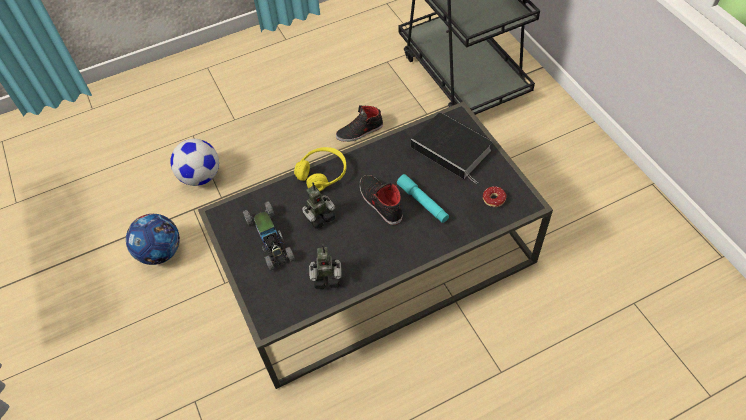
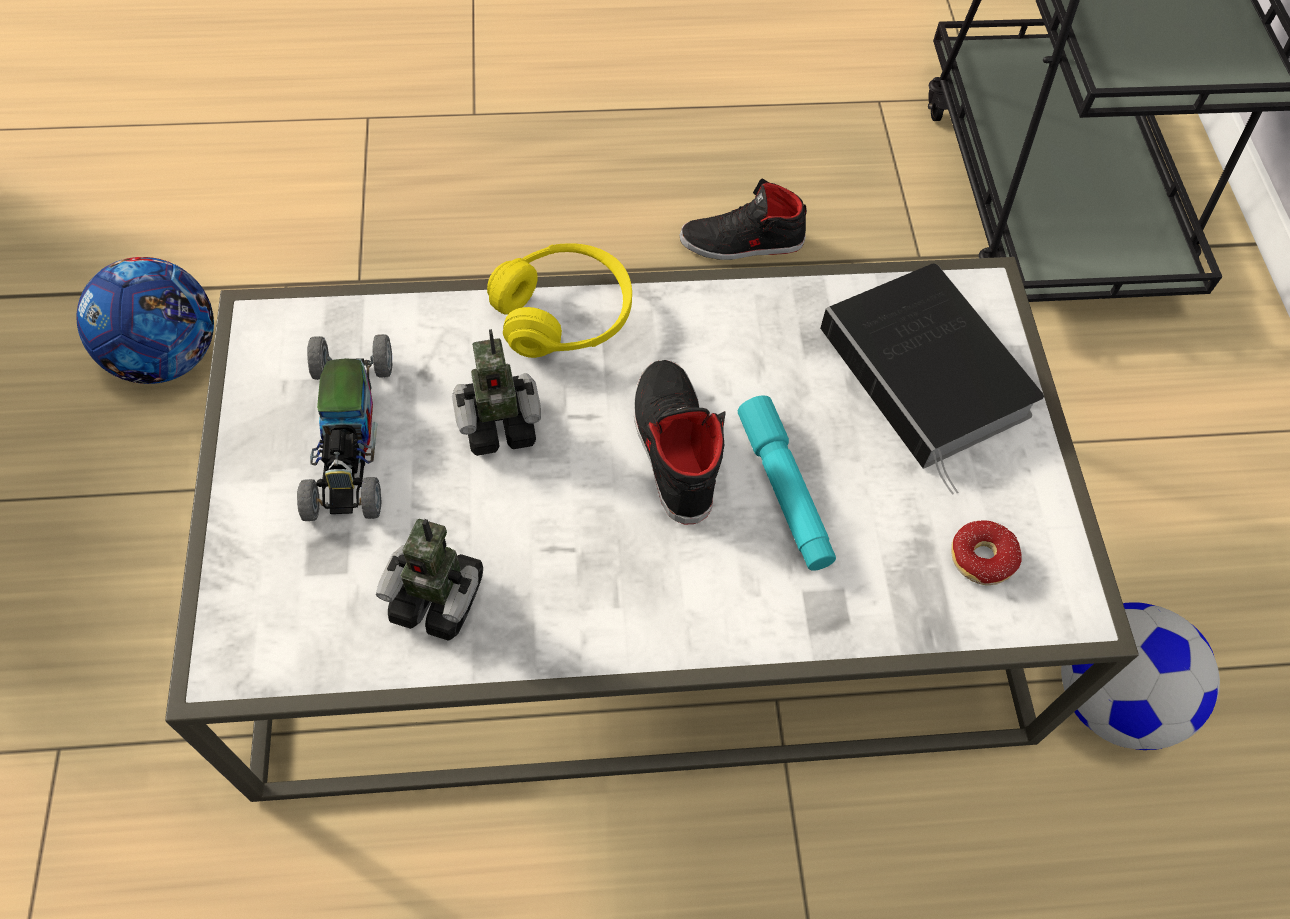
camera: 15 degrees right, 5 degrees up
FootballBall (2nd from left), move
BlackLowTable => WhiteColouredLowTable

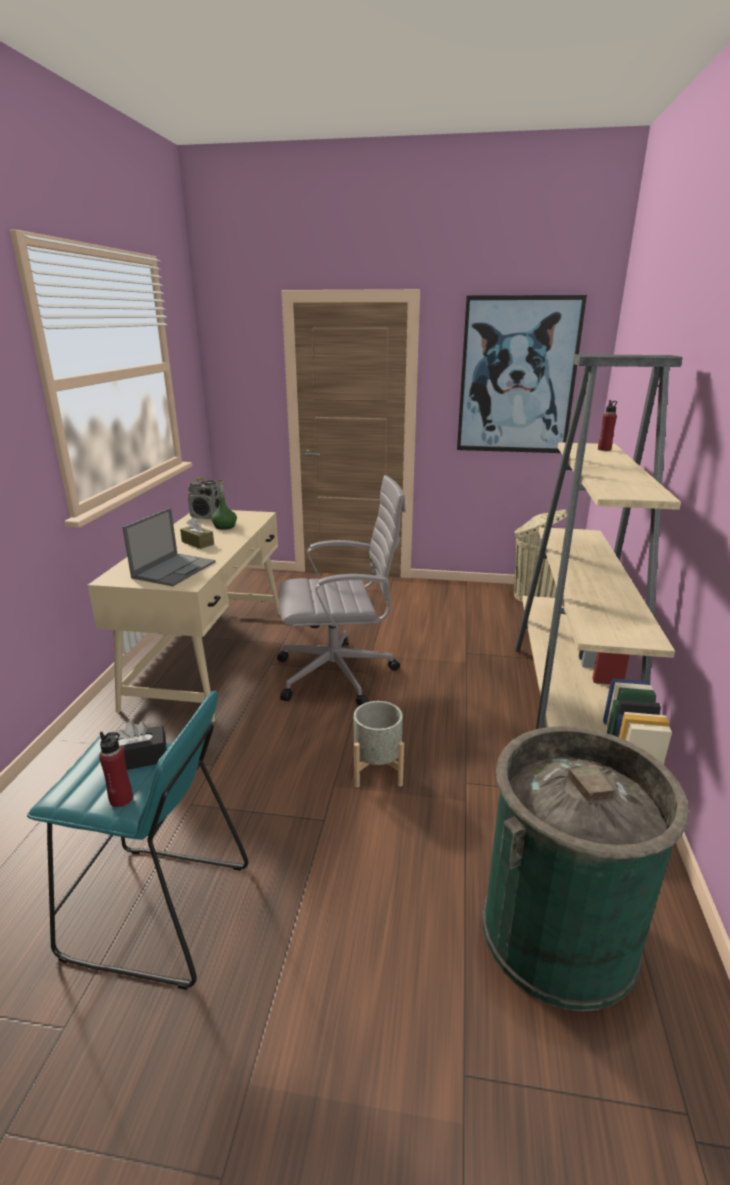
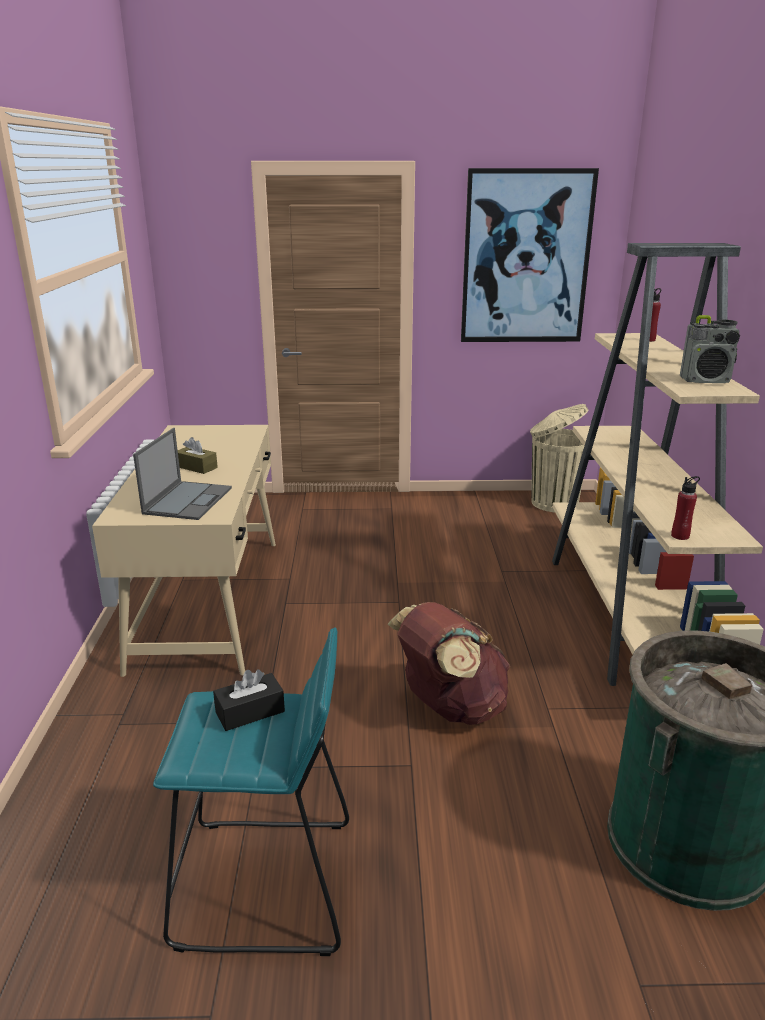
camera: 10 degrees left, 0 degrees up
GreenColouredBeverageBottle => nothing
GreyishComputerChair => nothing
ReddishBeverageBottle (1st from left in the first image) => ReddishBeverageBottle (2nd from left), move
RadioSet, move
GreyishFlowerPot => BrownKnapsack

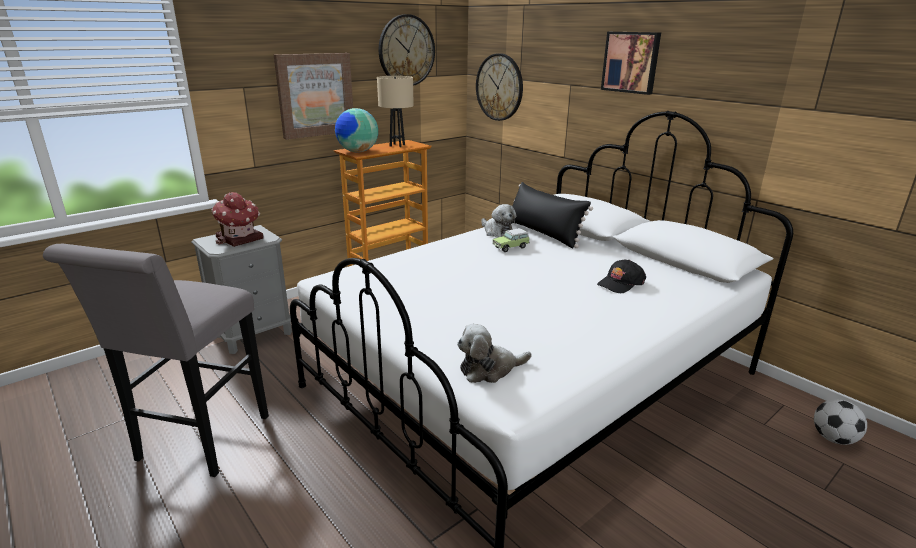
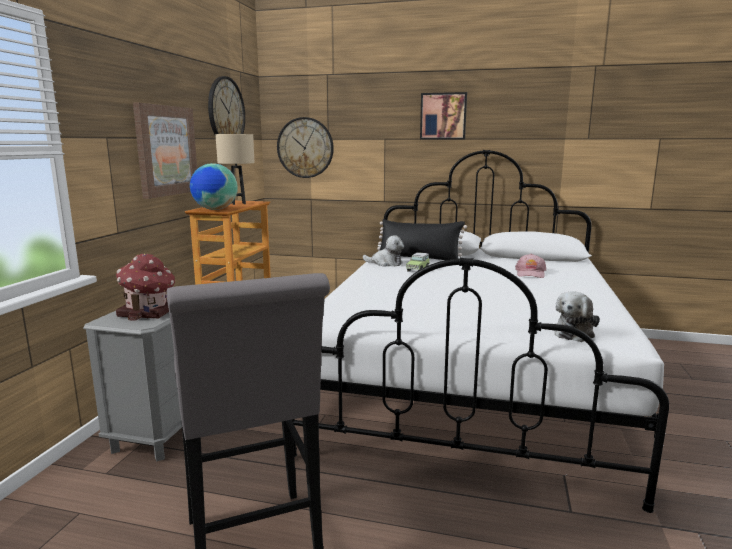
camera: 35 degrees left, 10 degrees down
FootballBall => nothing
BlackCap => PinkCap

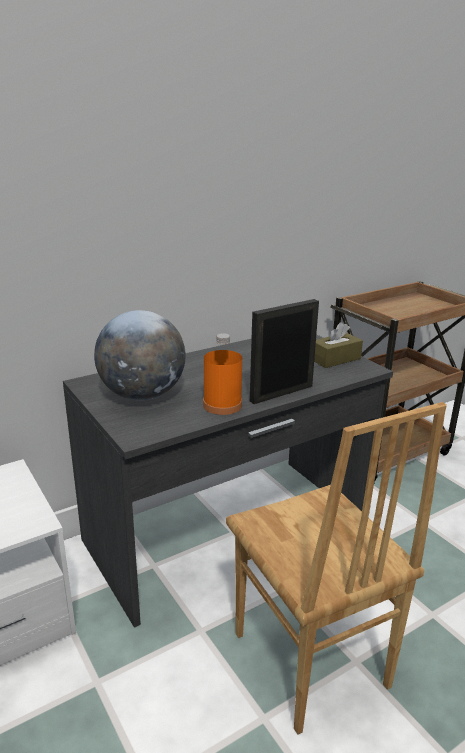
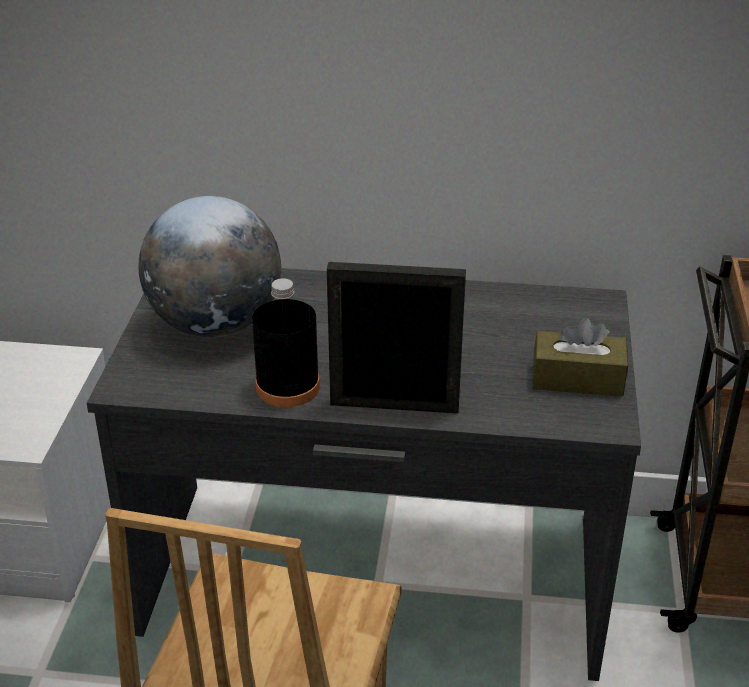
camera: 40 degrees right, 10 degrees up
OrangeyBeverageBottle => BlackBeverageBottle

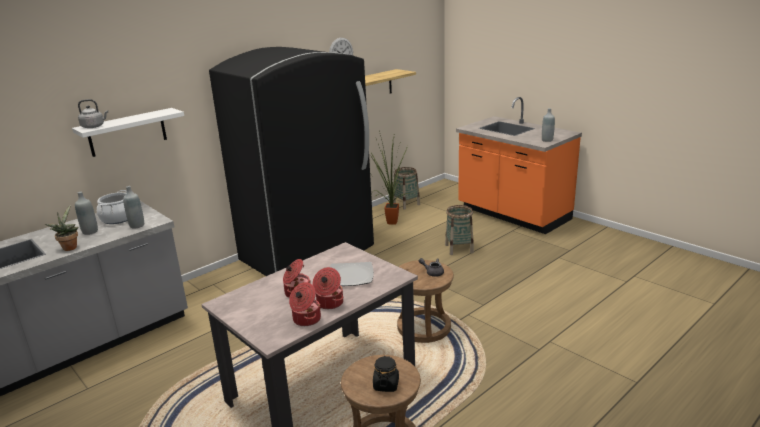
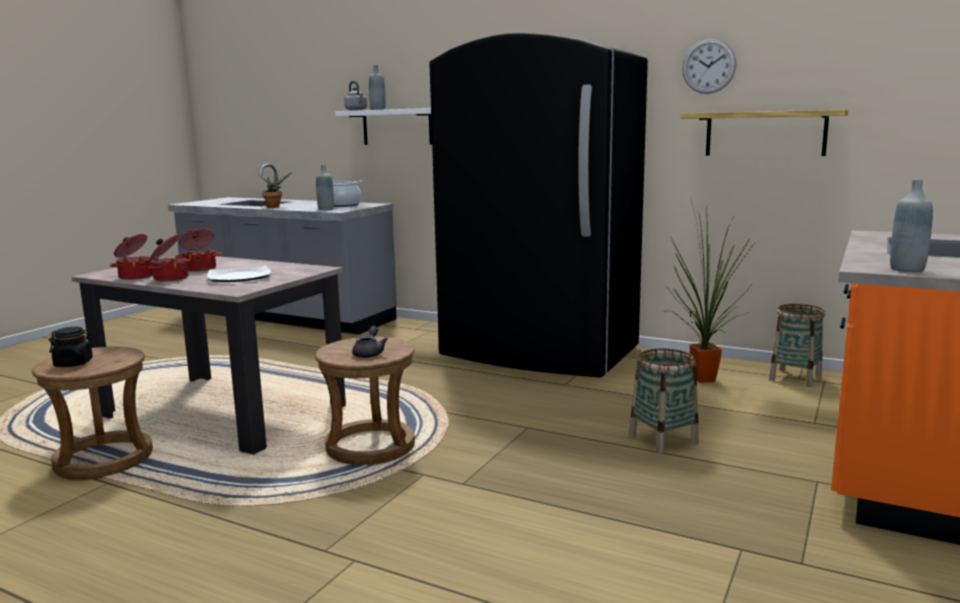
camera: 70 degrees right, 10 degrees down
GreyishBeverageBottle (1st from left in the first image) => GreyishBeverageBottle (2nd from left), move

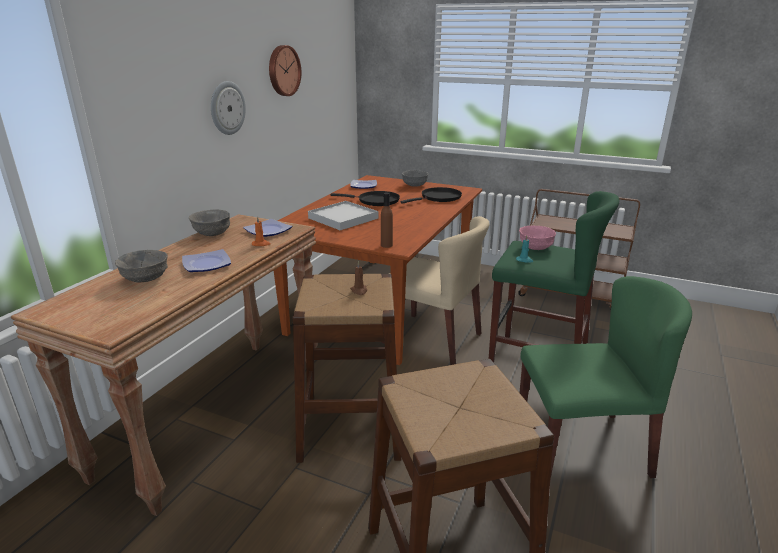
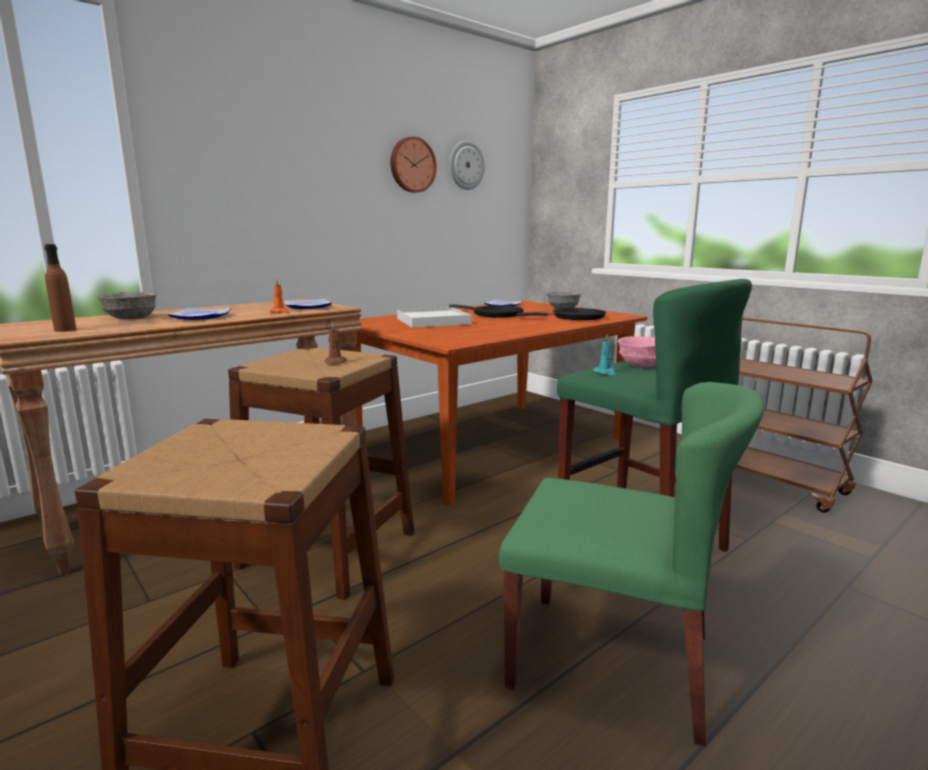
camera: 25 degrees right, 10 degrees down
GreyishDeepDish (2nd from left) => nothing
BeigeUprightChair => nothing
WallClock (1st from left in the first image) => WallClock (2nd from left), move
BrownBeverageBottle, move

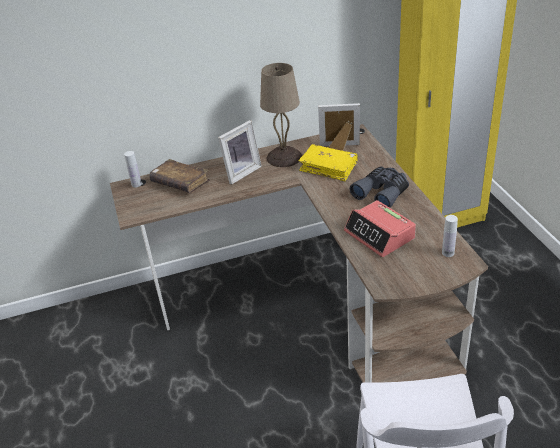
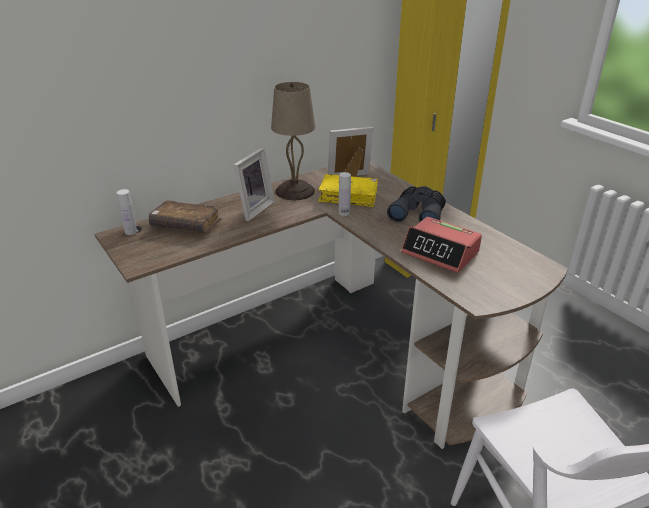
camera: 20 degrees left, 5 degrees down
WhiteColouredBeverageBottle (2nd from left), move

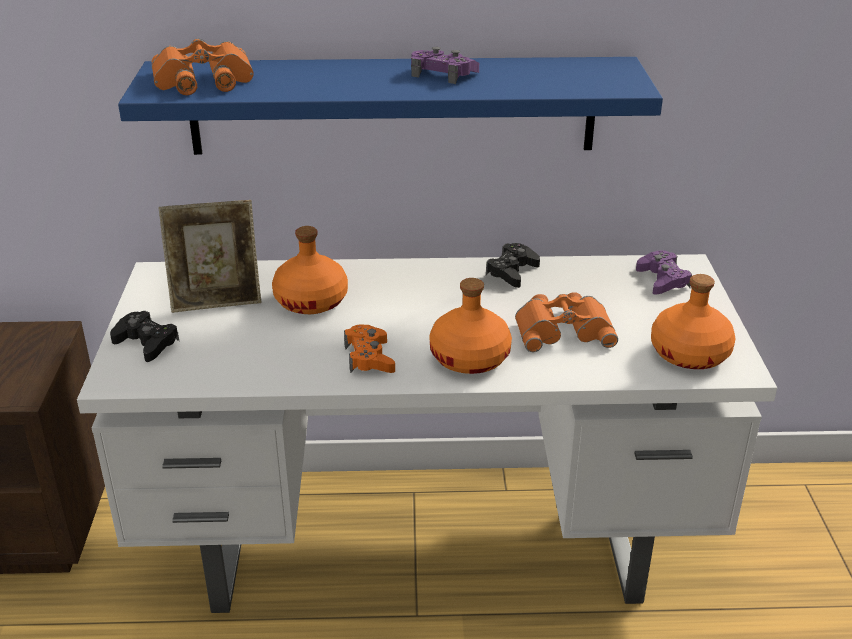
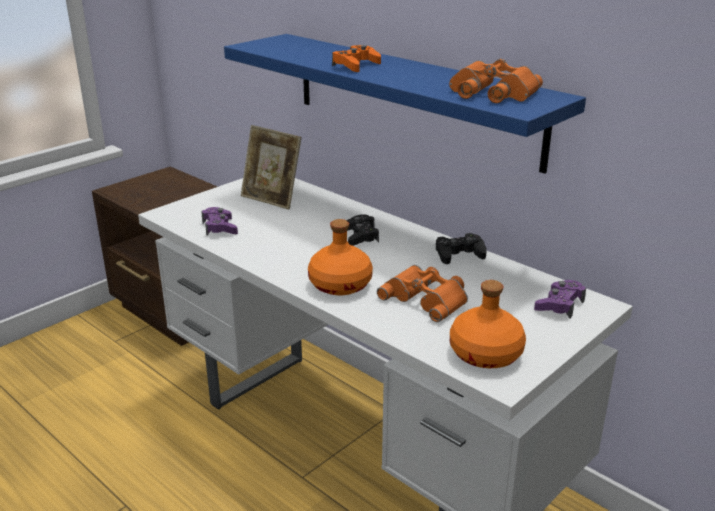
camera: 45 degrees right, 5 degrees down
OrangeyBeverageBottle (1st from left) => nothing
BlackGameController (1st from left), move
OrangeyPairOfBinoculars (1st from left in the first image) => OrangeyPairOfBinoculars (2nd from left), move
OrangeyGameController, move
PurplishGameController (1st from left), move

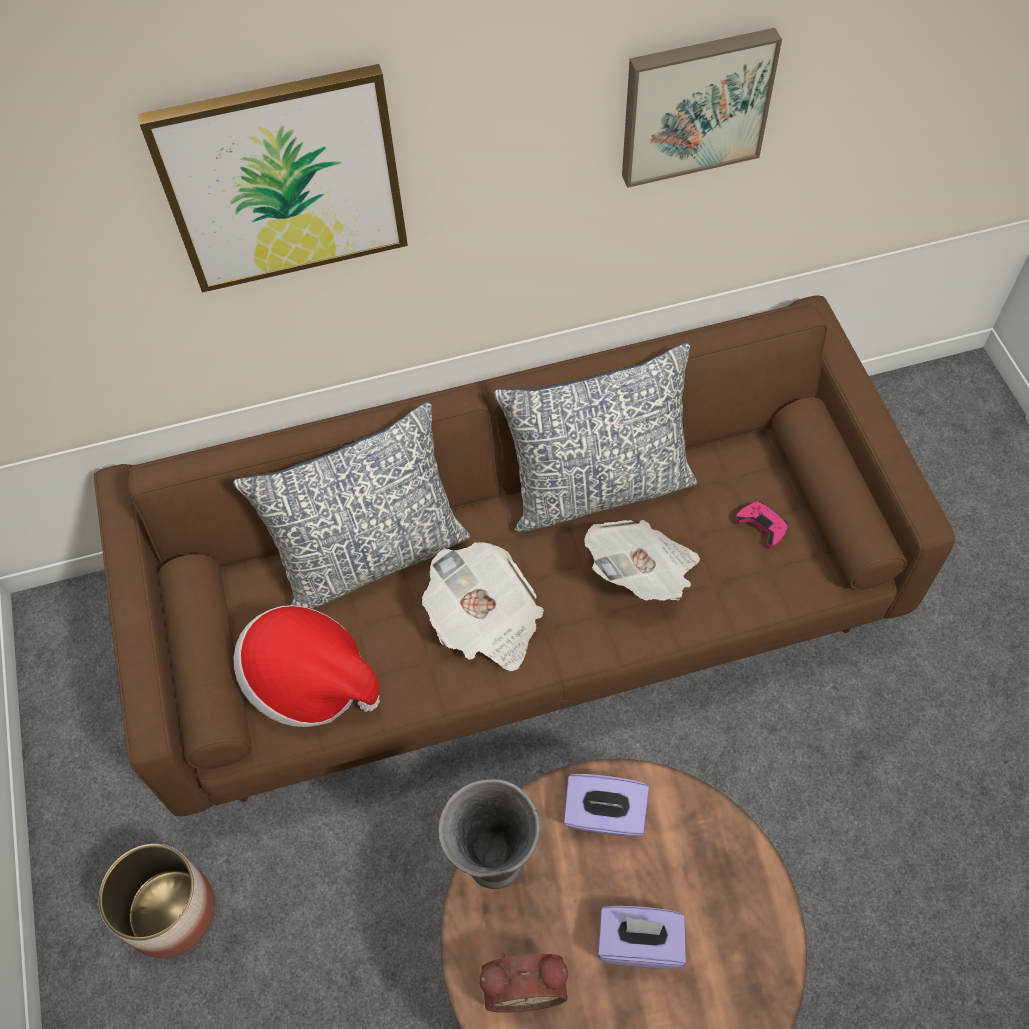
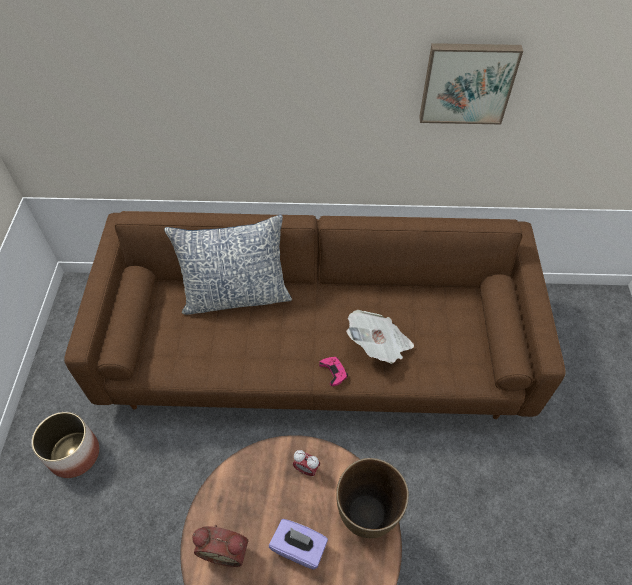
camera: 15 degrees right, 5 degrees down
Picture (1st from left) => nothing
WearableHat => nothing
Newspaper (1st from left) => nothing
GreyishFlowerVase => nothing
Cushion (2nd from left) => nothing
nothing => BrownFlowerVase
PinkGameController, move
PurplishTissueHolder (1st from left) => TableClock (2nd from left)

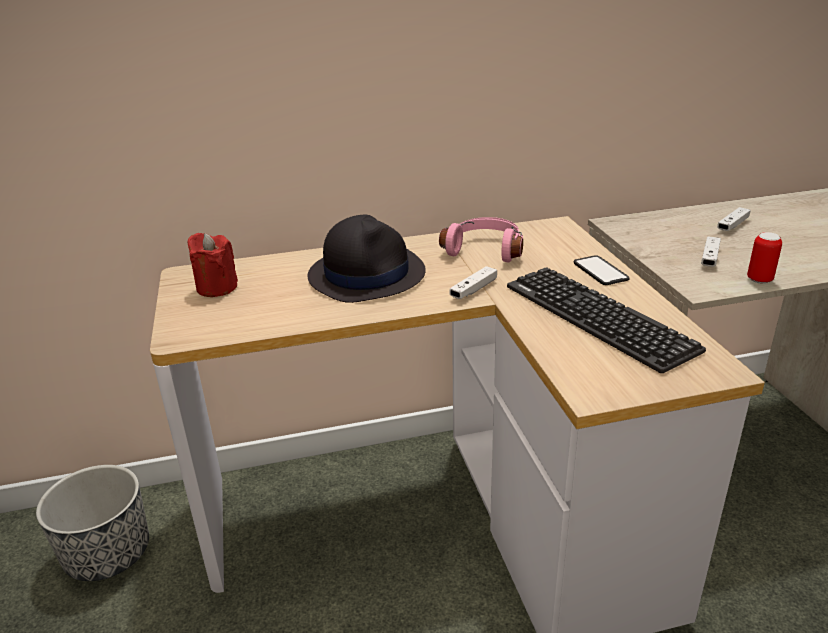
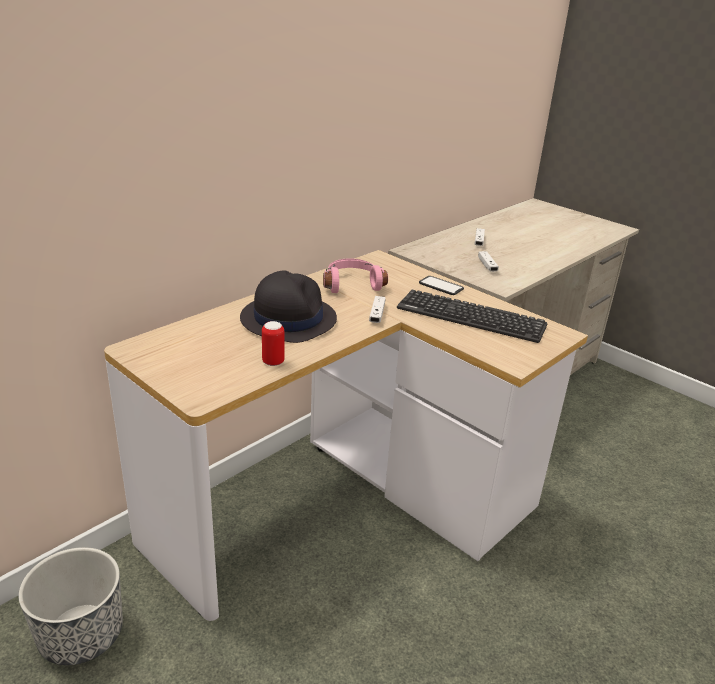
camera: 35 degrees left, 0 degrees up
ReddishWaxCandle => nothing
MetalCan, move

